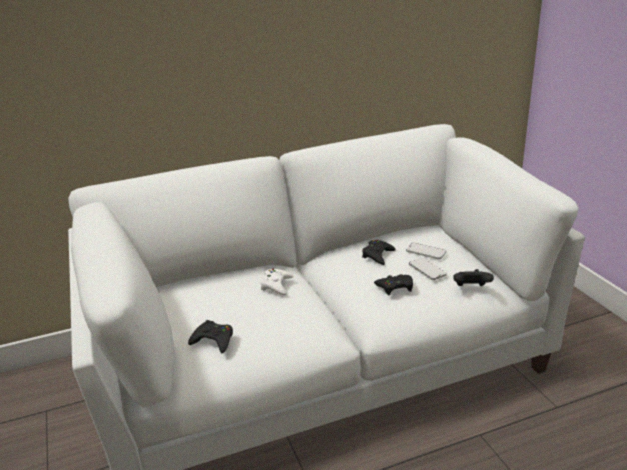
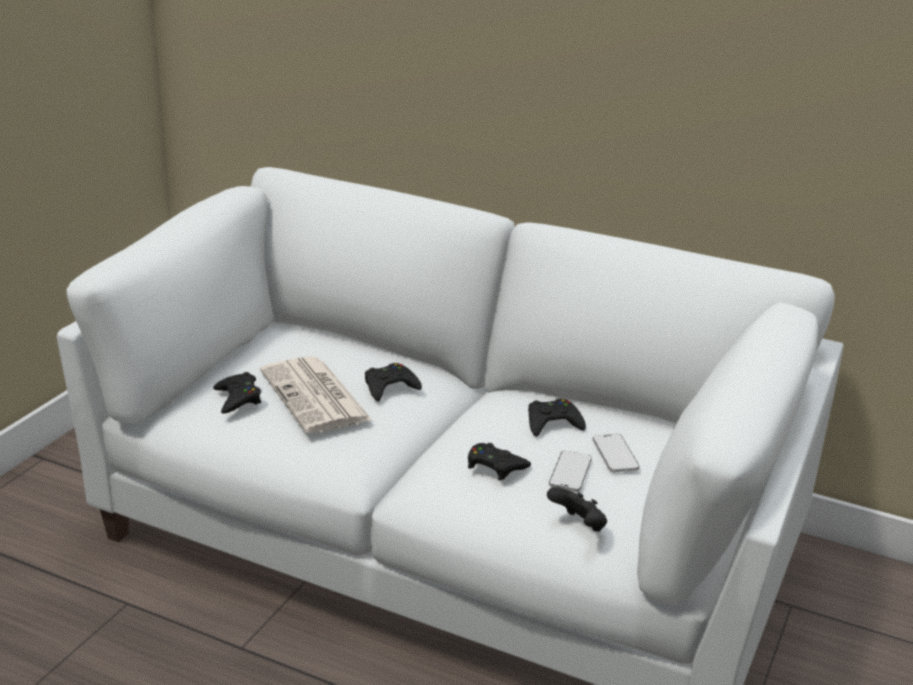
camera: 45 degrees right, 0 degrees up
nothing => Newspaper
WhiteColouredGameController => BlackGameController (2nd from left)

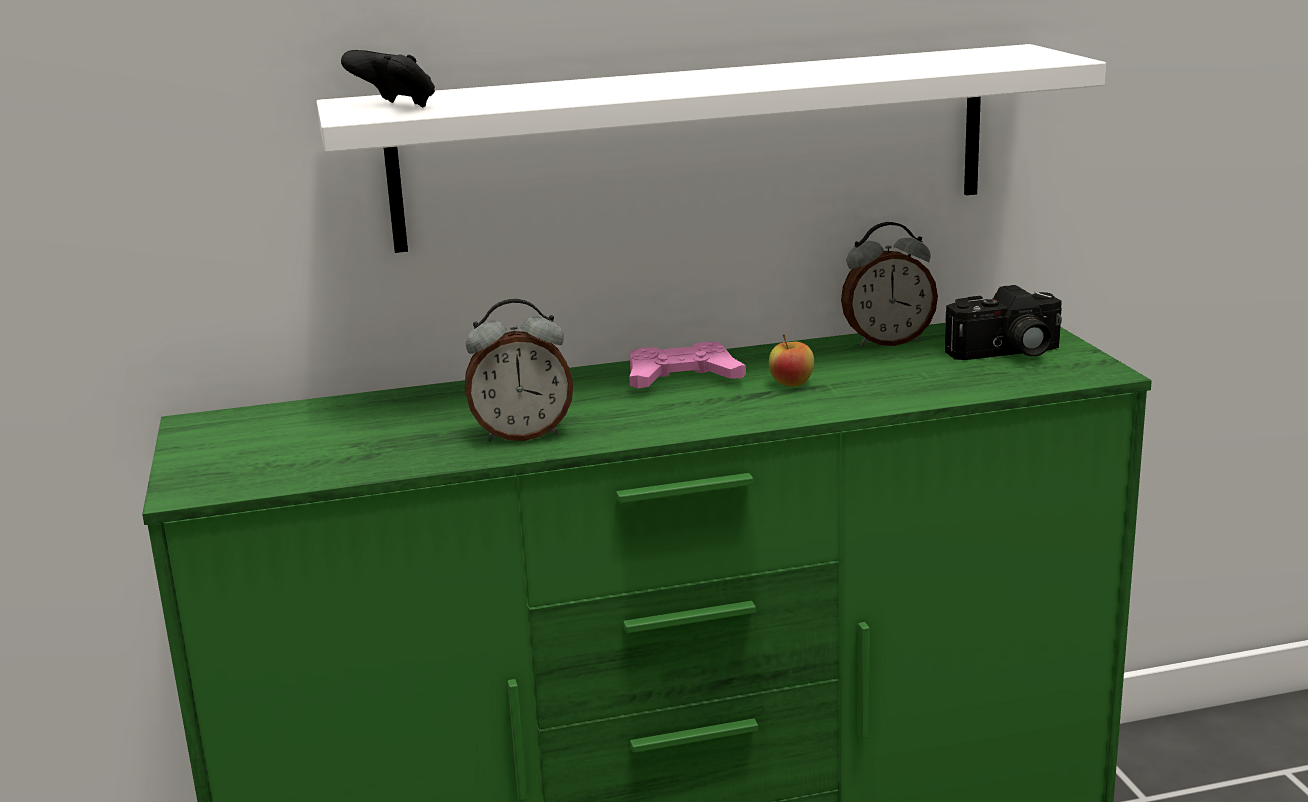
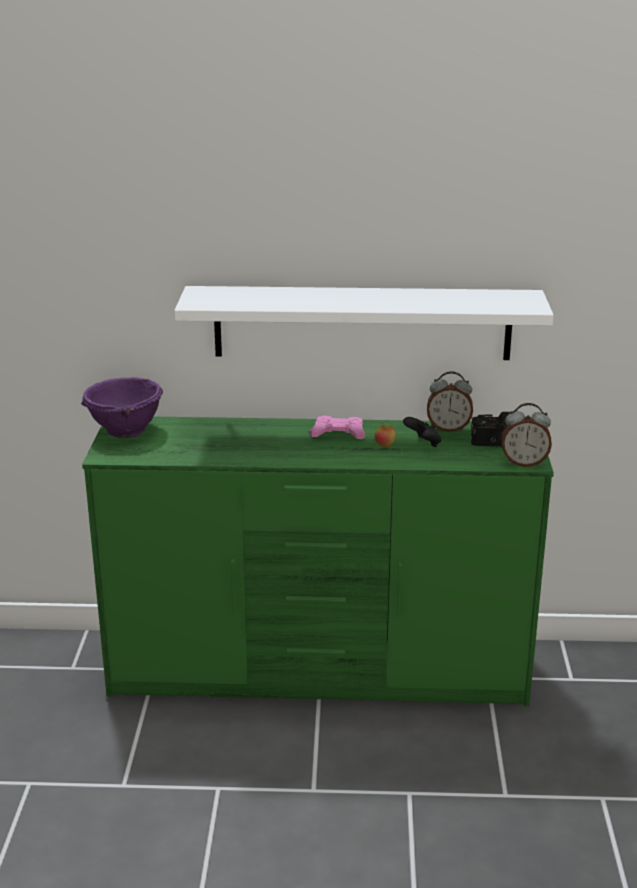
camera: 15 degrees right, 5 degrees up
nothing => PurplishDeepDish
BlackGameController, move
TableClock (1st from left in the first image) => TableClock (2nd from left), move

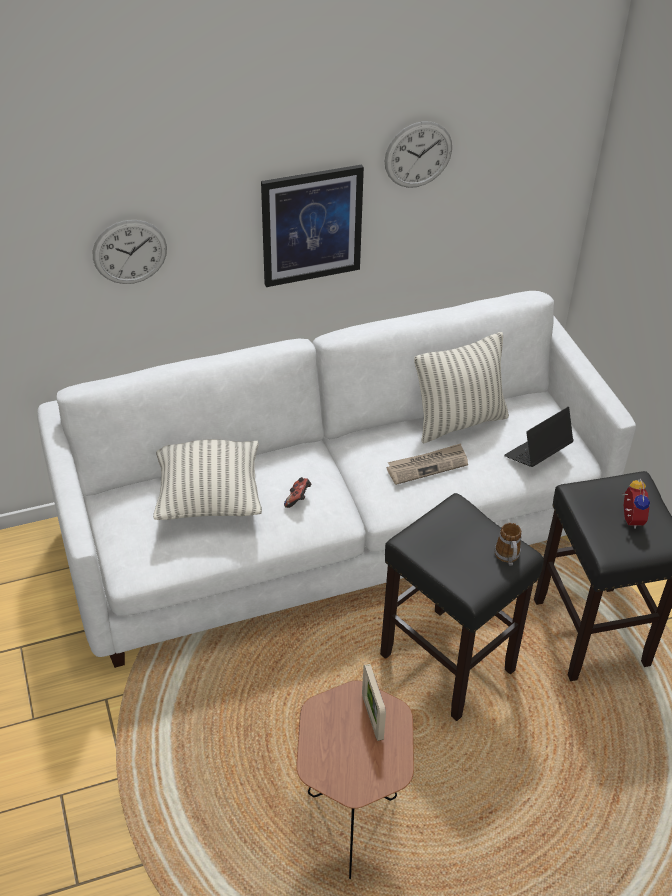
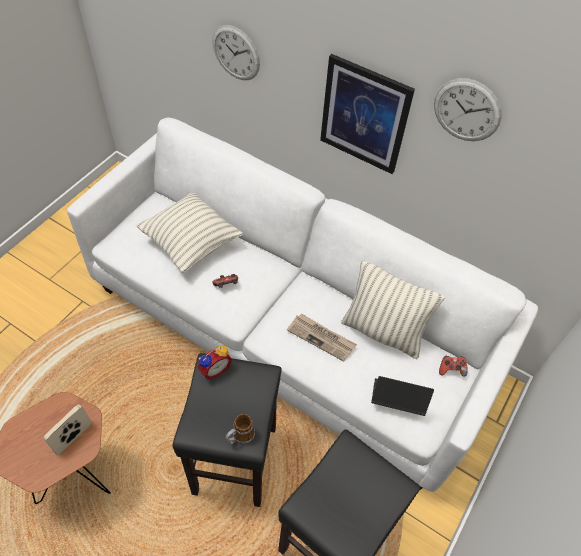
camera: 50 degrees right, 10 degrees up
nothing => GameController (2nd from left)
TableClock, move

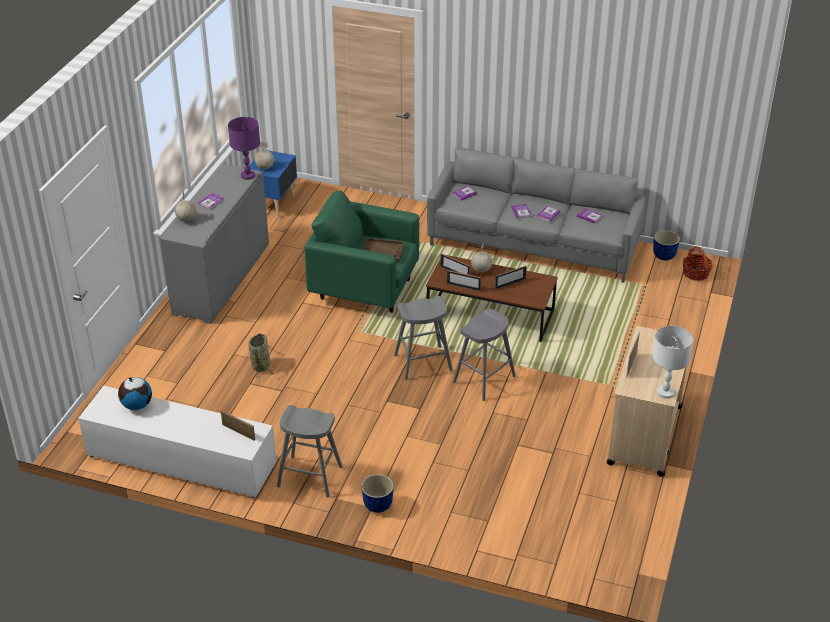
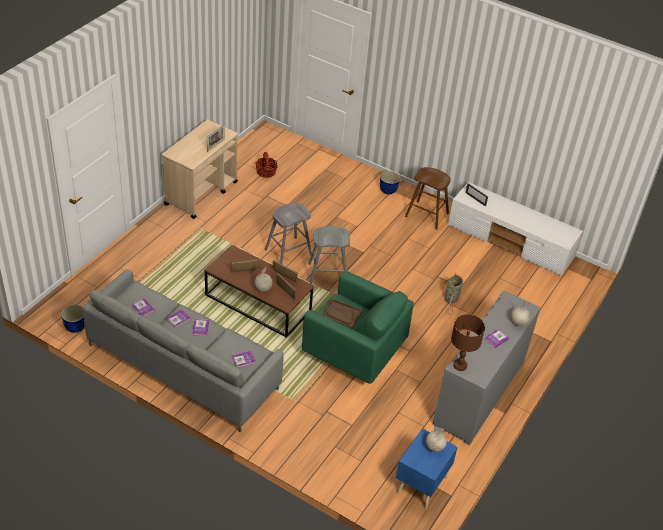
camera: 170 degrees left, 5 degrees up
WorldGlobe (1st from left) => nothing
WhiteColouredLampForATable => nothing
HouseholdBasket (2nd from left in the first image) => HouseholdBasket (1st from left), move
PurplishLampForATable => BrownLampForATable
GreyishStool (1st from left) => BrownStool

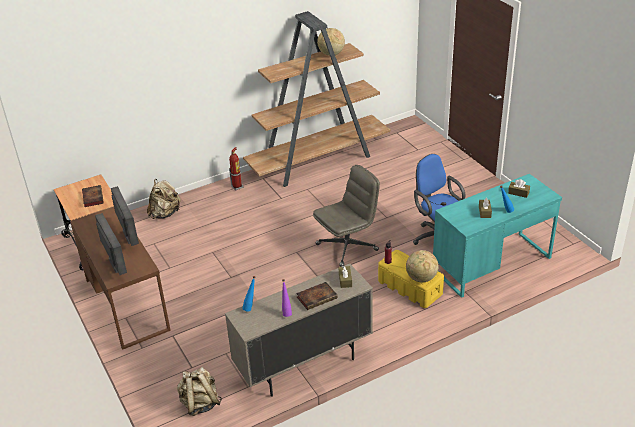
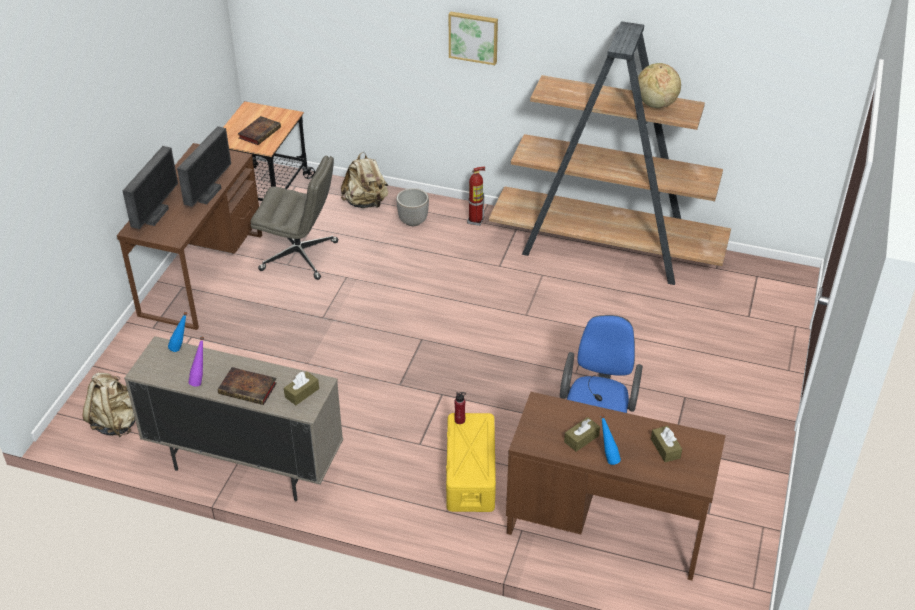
camera: 45 degrees right, 5 degrees up
WorldGlobe (2nd from left) => nothing
nothing => FlowerPot
nothing => Picture
GreyishComputerChair, move
TurquoiseDeskUnit => BrownDeskUnit (2nd from left)

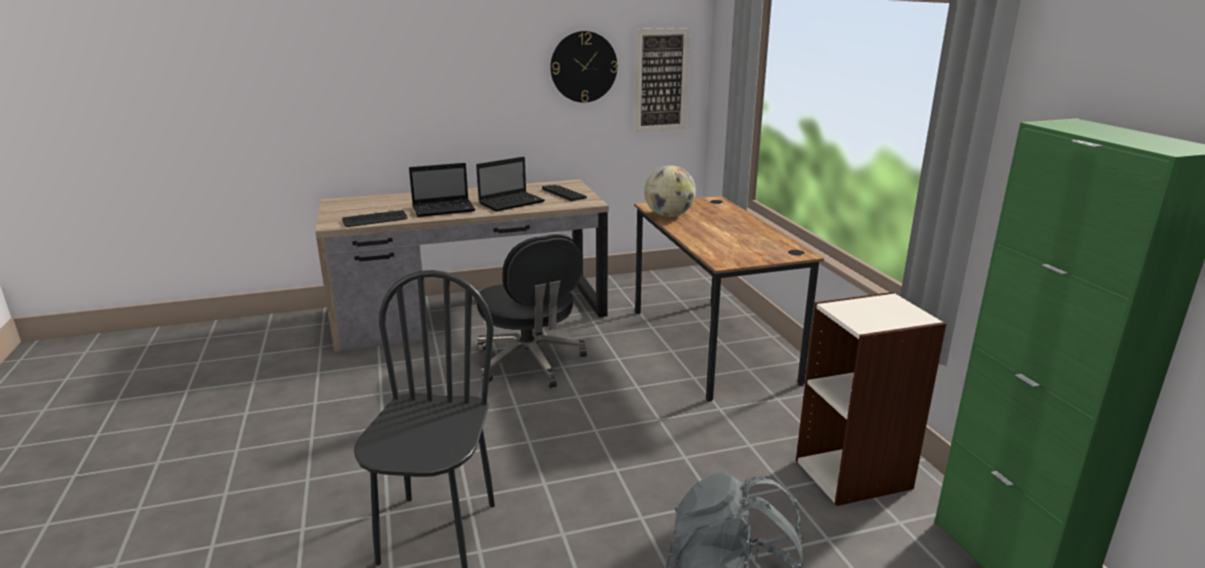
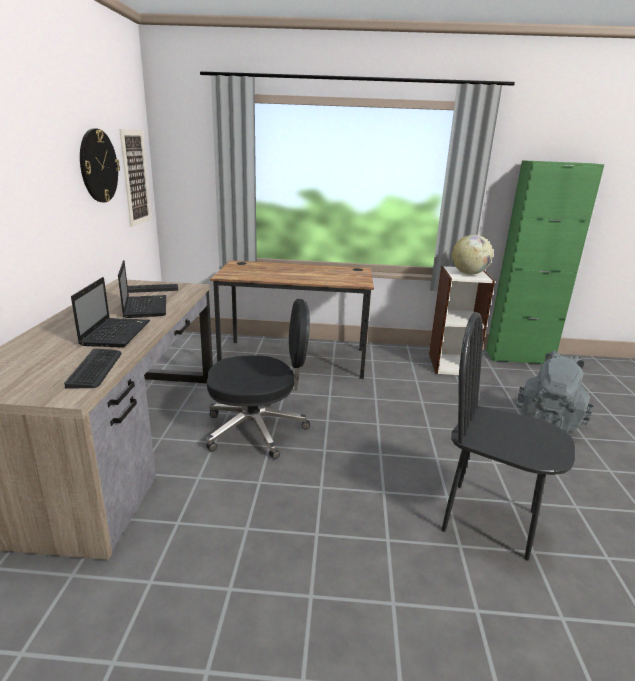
camera: 70 degrees left, 0 degrees up
WorldGlobe, move

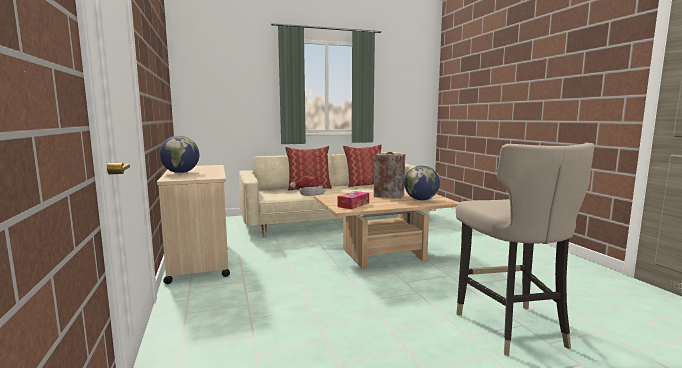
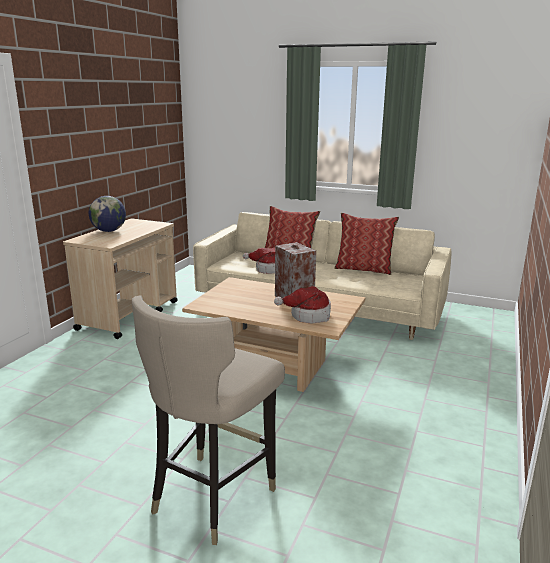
camera: 40 degrees right, 10 degrees up
TissueHolder => nothing
WorldGlobe (2nd from left) => WearableHat (2nd from left)

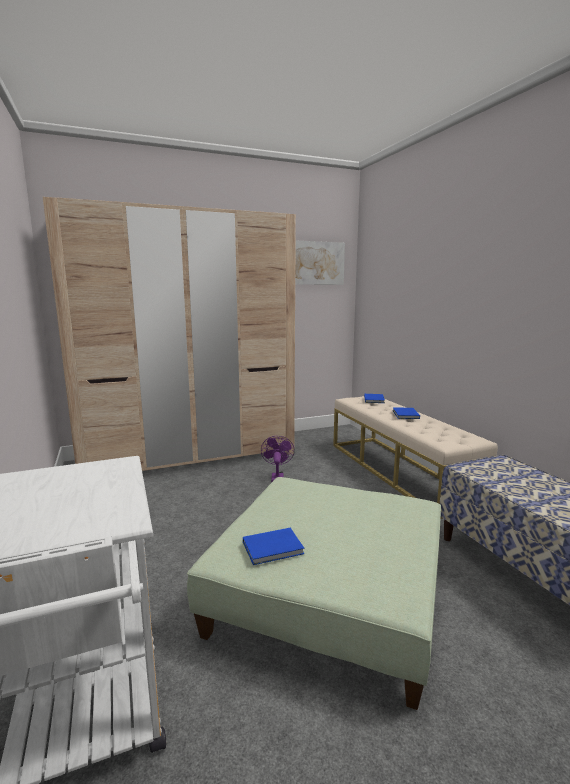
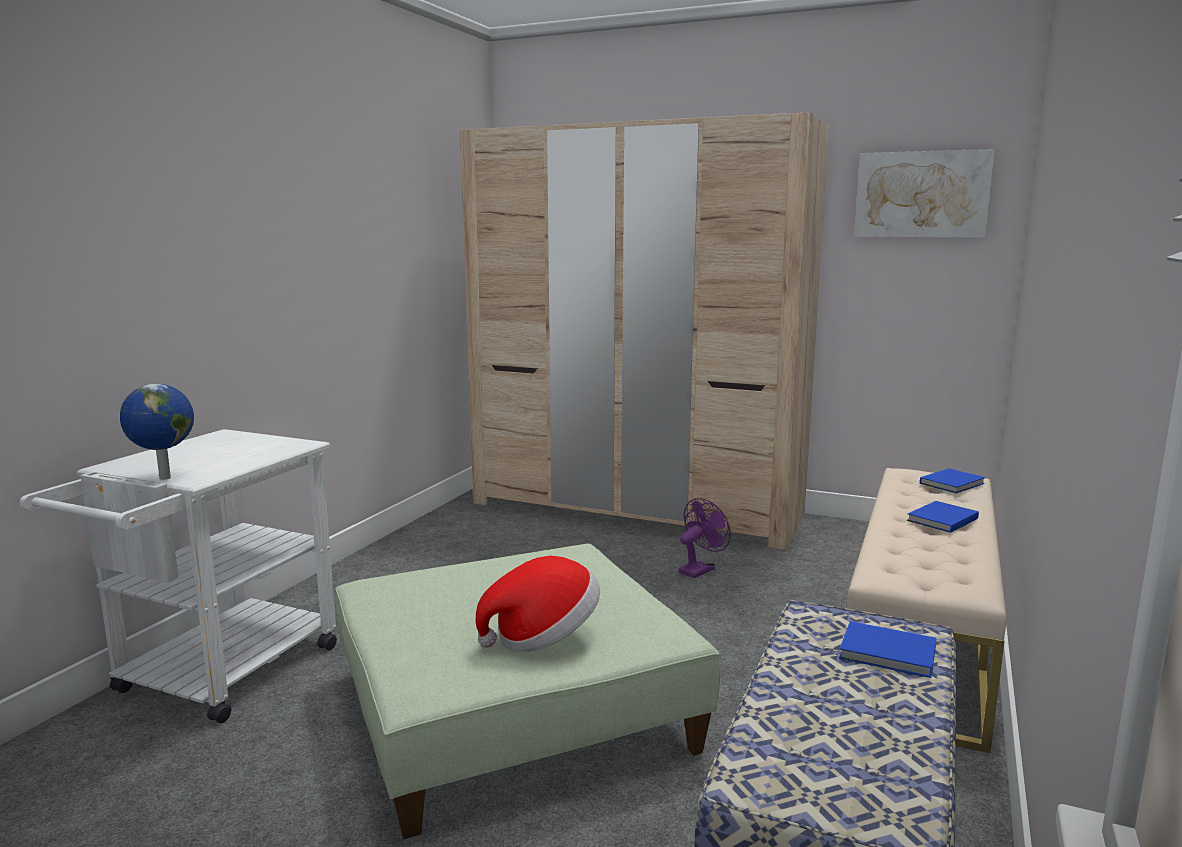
camera: 45 degrees right, 0 degrees up
nothing => WorldGlobe
nothing => WearableHat
BlueBoundBook (1st from left), move

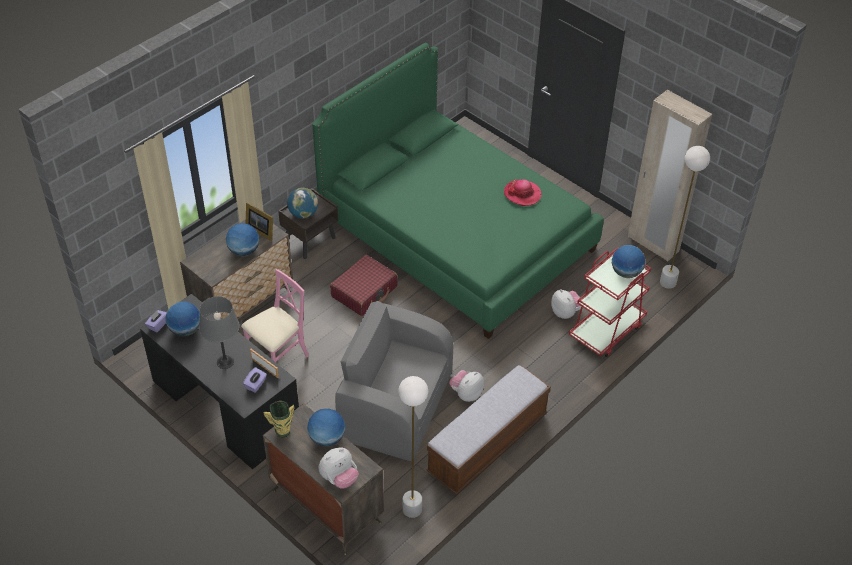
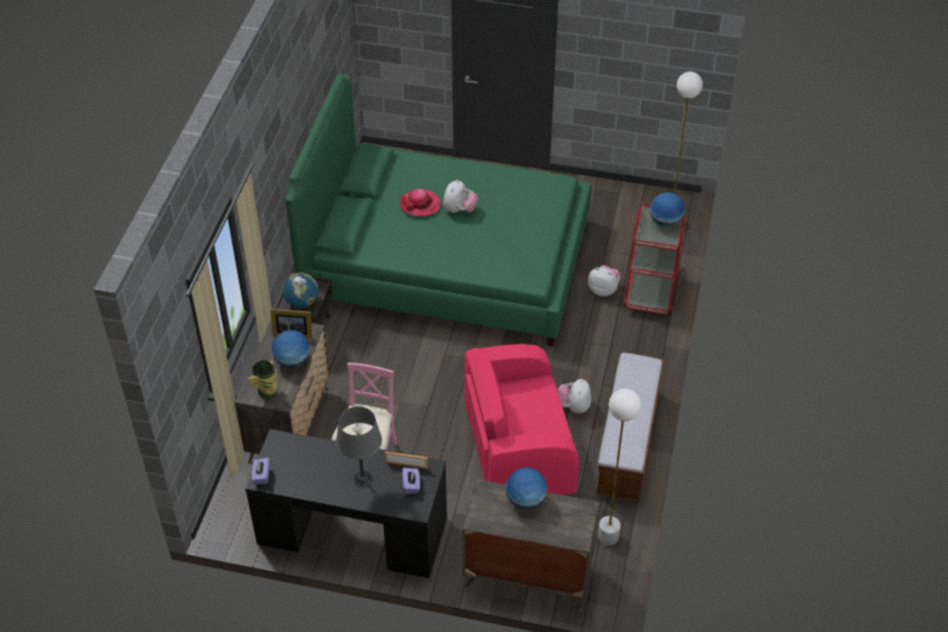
camera: 30 degrees left, 0 degrees up
WorldGlobe (1st from left) => nothing
ReddishTravelCase => nothing
BeigeClothesCupboard => nothing
FlowerVase, move
CuddlyToy (1st from left), move
WearableHat, move
GreyishArmchair => PinkArmchair

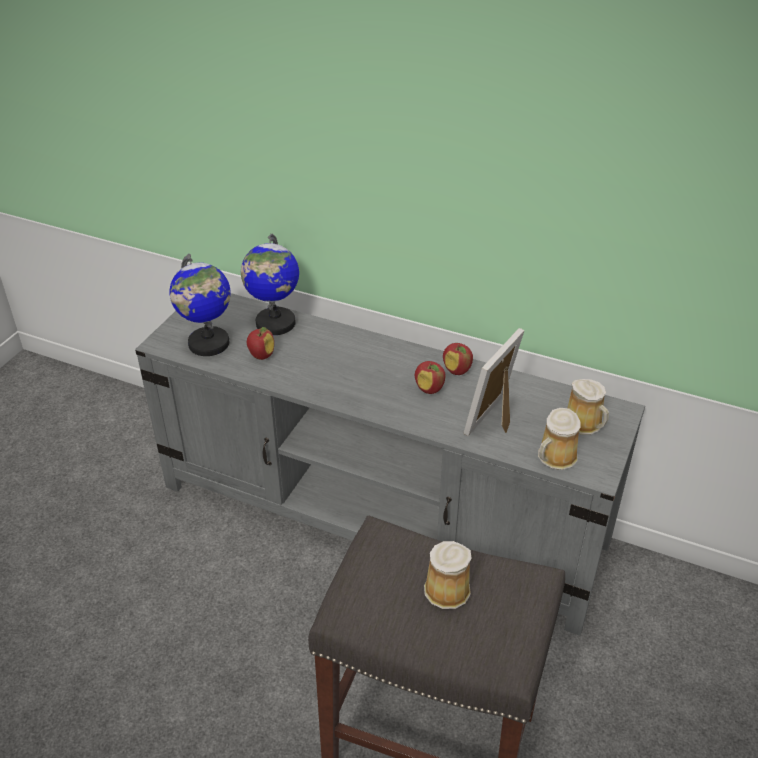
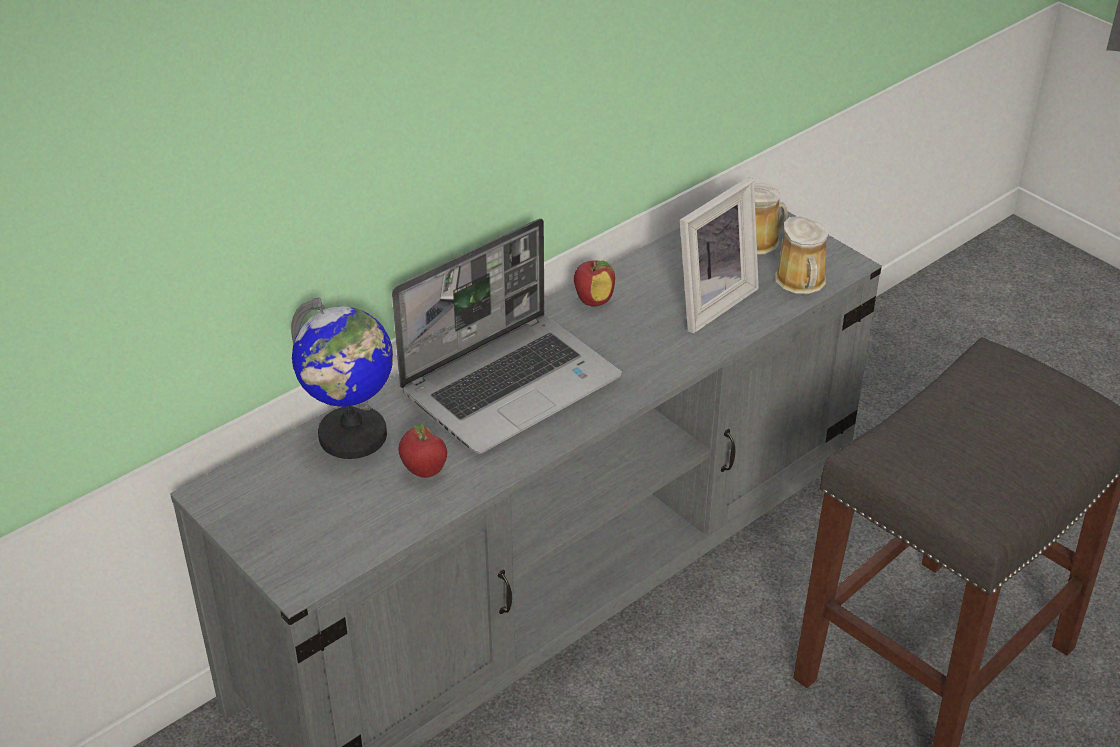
camera: 65 degrees left, 0 degrees up
WorldGlobe (1st from left) => nothing
Apple (2nd from left) => nothing
TeaMug (1st from left) => nothing
nothing => PortableComputer
PictureFrame, 105 degrees counterclockwise

